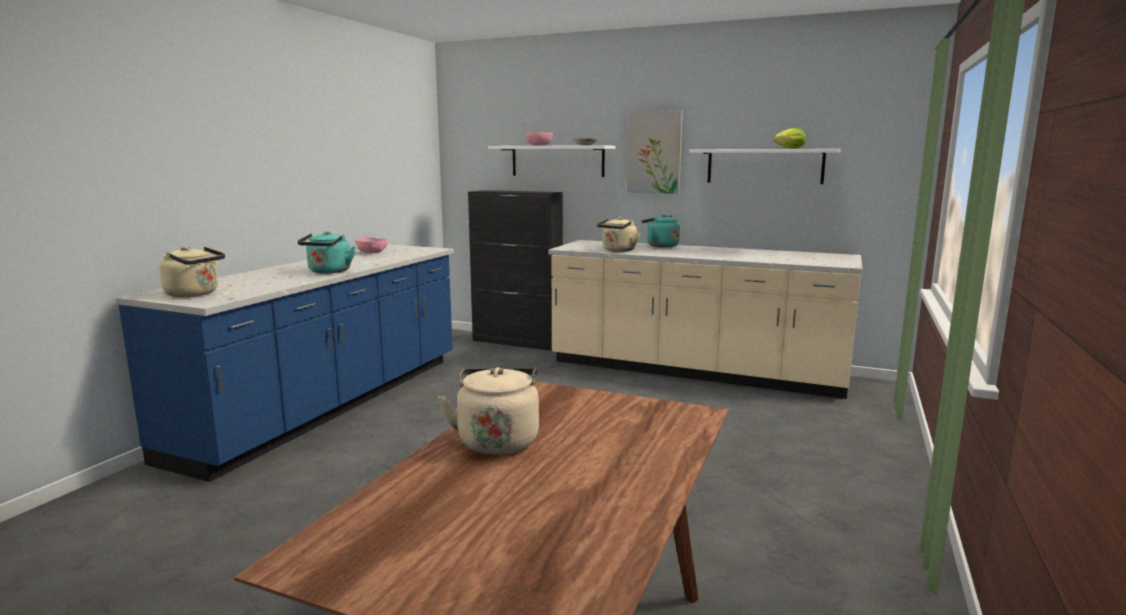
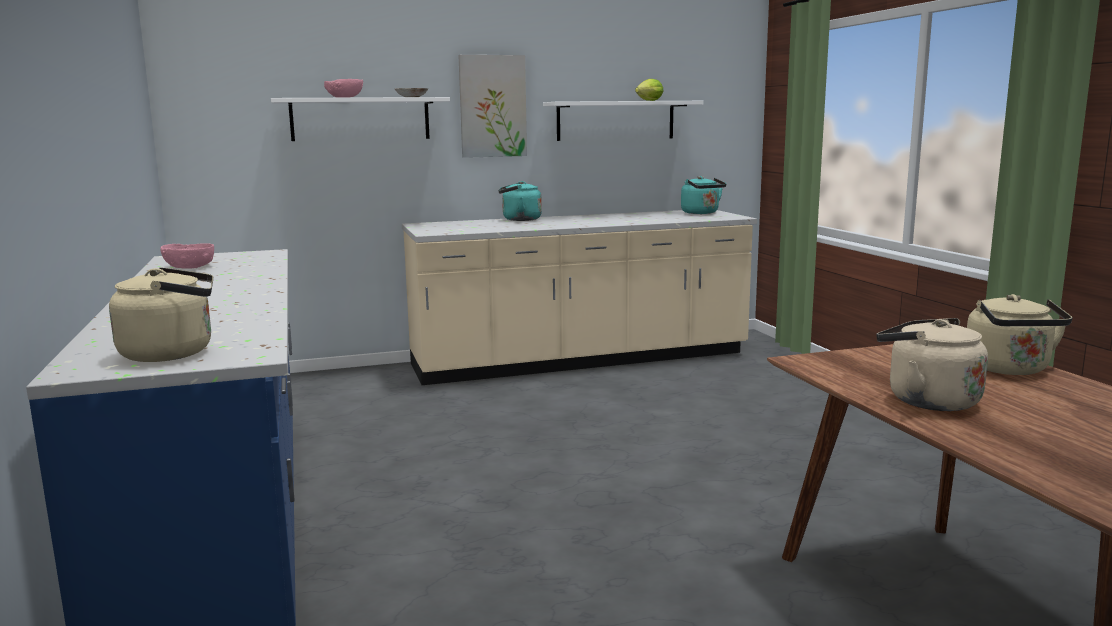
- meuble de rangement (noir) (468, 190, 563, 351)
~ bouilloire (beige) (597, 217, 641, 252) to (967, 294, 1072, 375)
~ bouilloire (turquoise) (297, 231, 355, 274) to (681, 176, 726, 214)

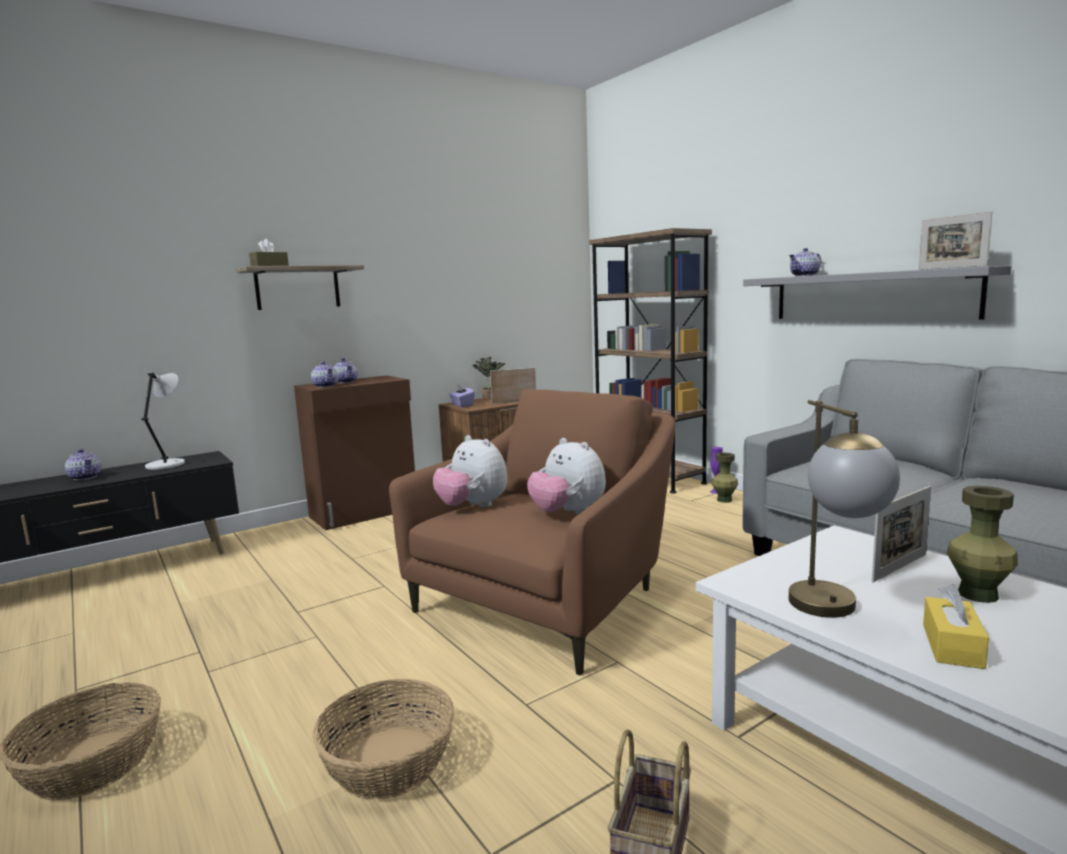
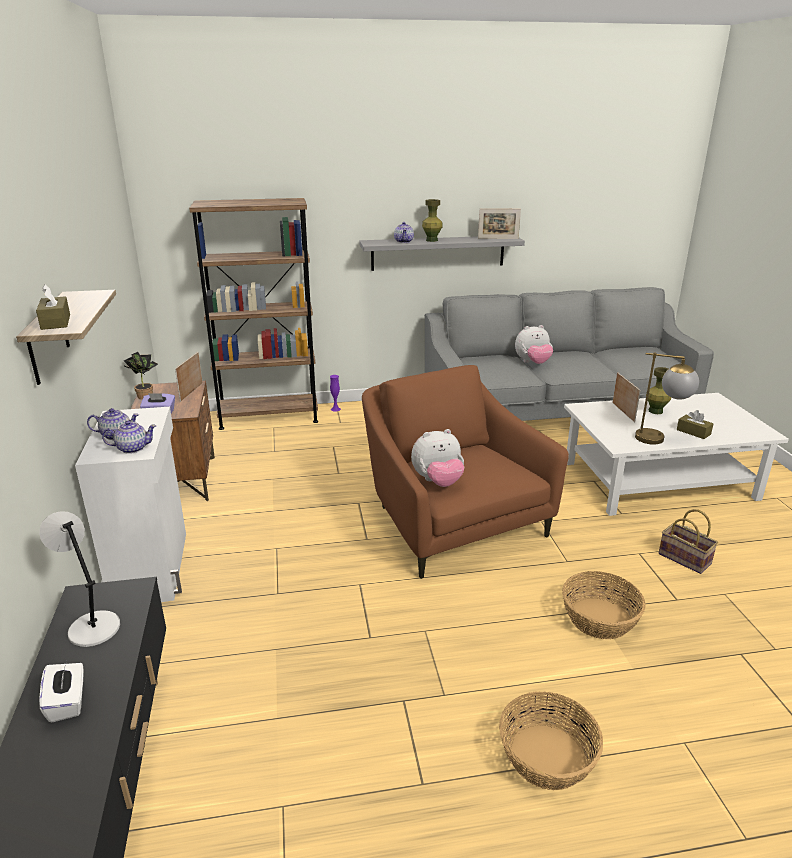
~ meuble de rangement (marron) (294, 375, 415, 530) to meuble de rangement (blanc) (75, 407, 186, 602)
~ peluche (527, 438, 606, 515) to (515, 325, 553, 364)
~ théière (65, 449, 102, 480) to boîte à mouchoirs (blanc) (39, 663, 84, 723)
~ vase (vert) (712, 453, 738, 503) to (422, 199, 443, 242)
~ boîte à mouchoirs (jaune) (923, 584, 989, 669) to boîte à mouchoirs (marron) (677, 410, 713, 439)

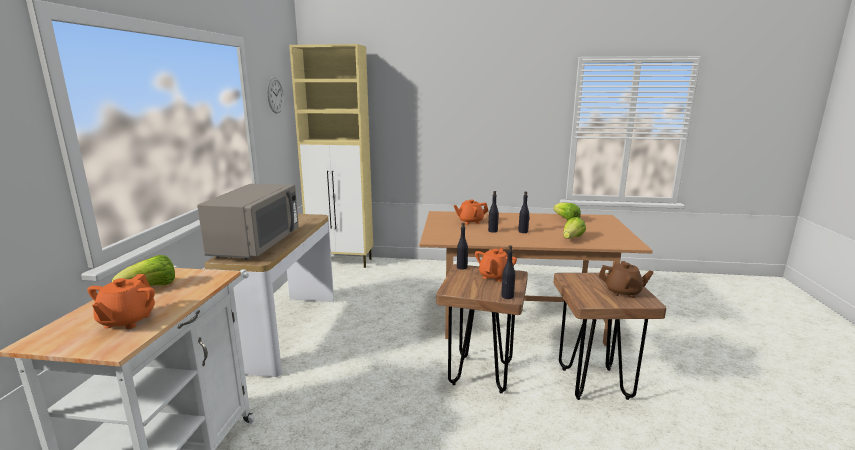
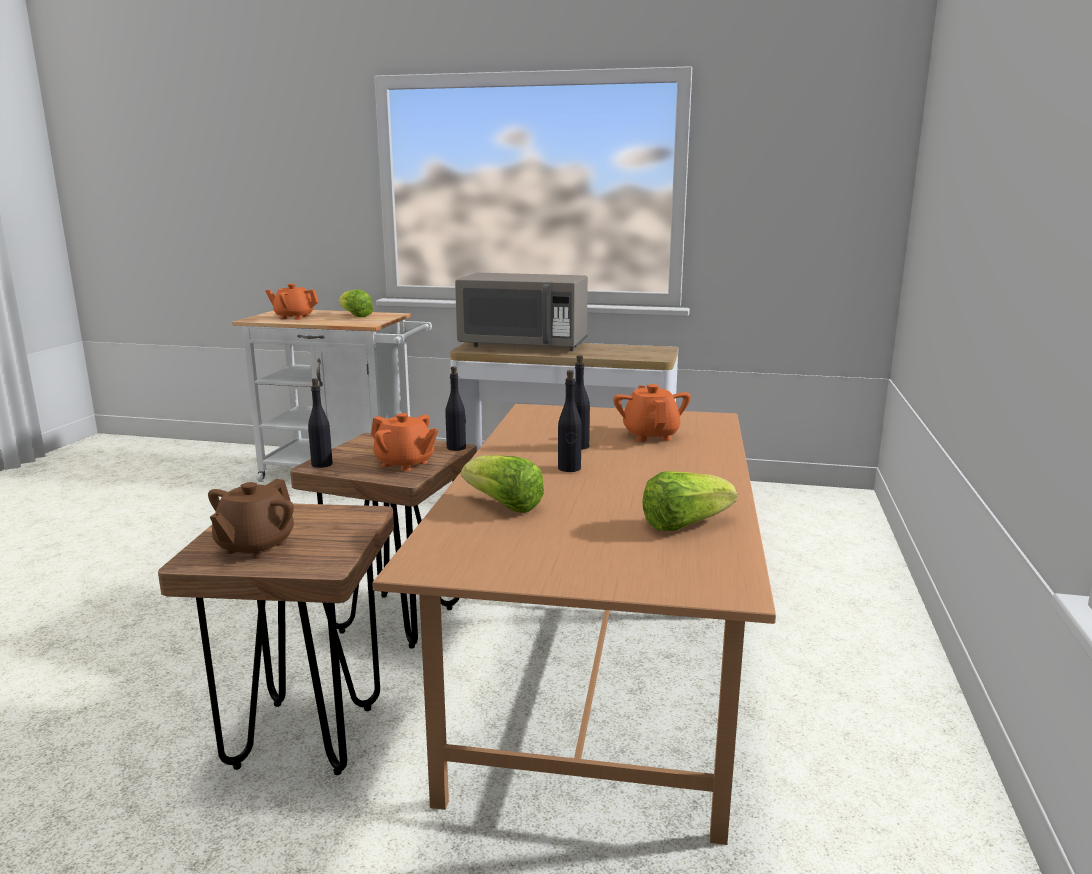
- meuble de rangement (beige) (289, 44, 373, 268)
- horloge murale (267, 77, 284, 113)

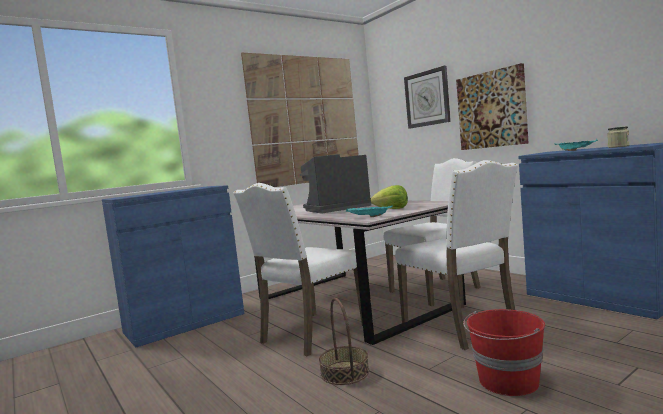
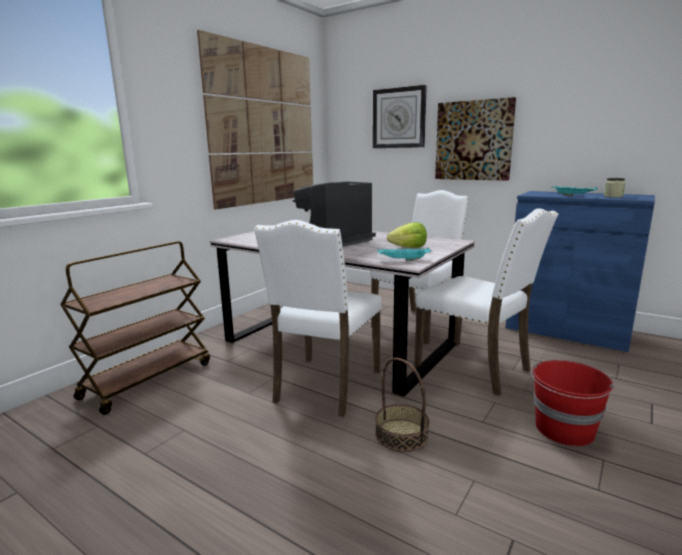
~ meuble de rangement (bleu) (102, 185, 245, 348) to chariot (marron) (60, 241, 210, 415)

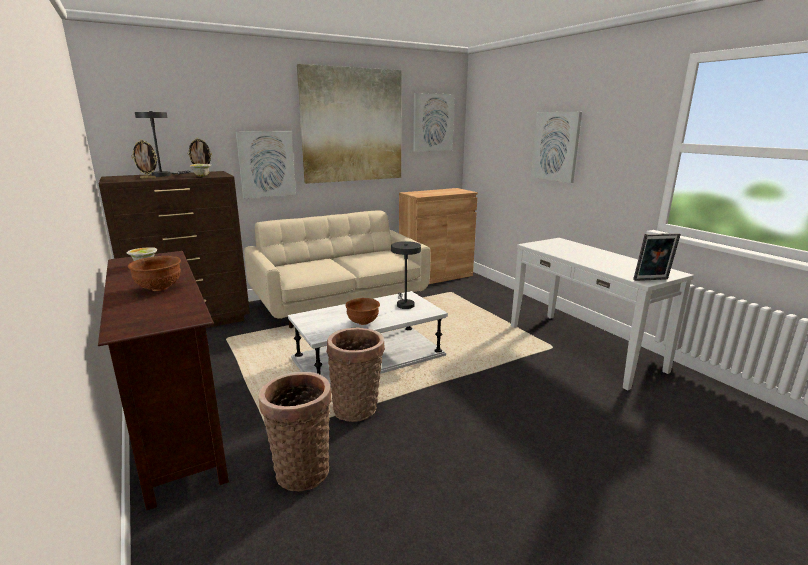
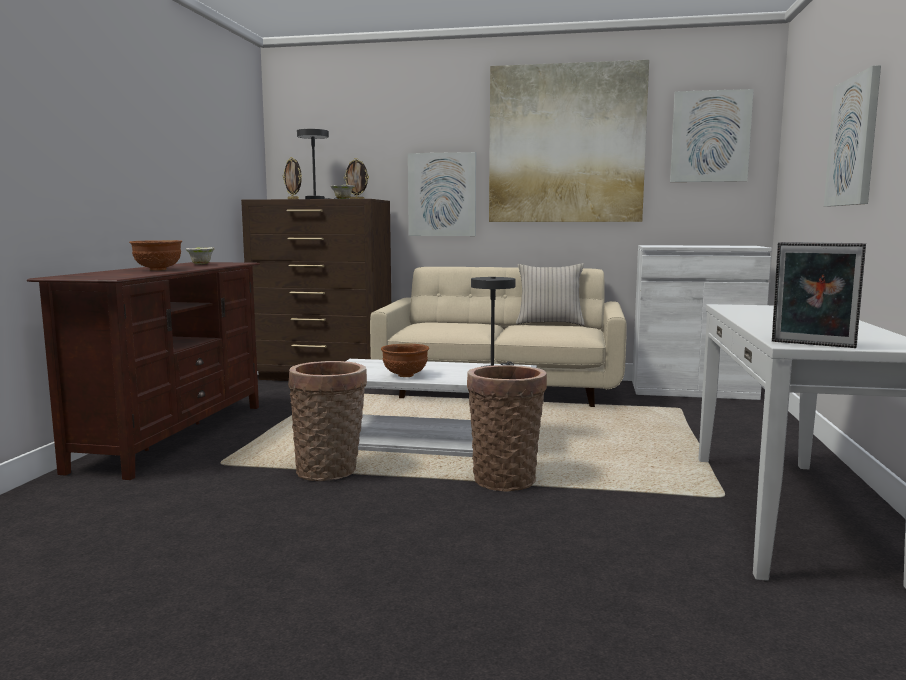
~ meuble de rangement (marron) (399, 188, 478, 284) to meuble de rangement (blanc) (632, 245, 772, 400)
~ panier (259, 372, 332, 492) to (467, 365, 547, 491)
+ coussin (beige) (516, 263, 585, 326)

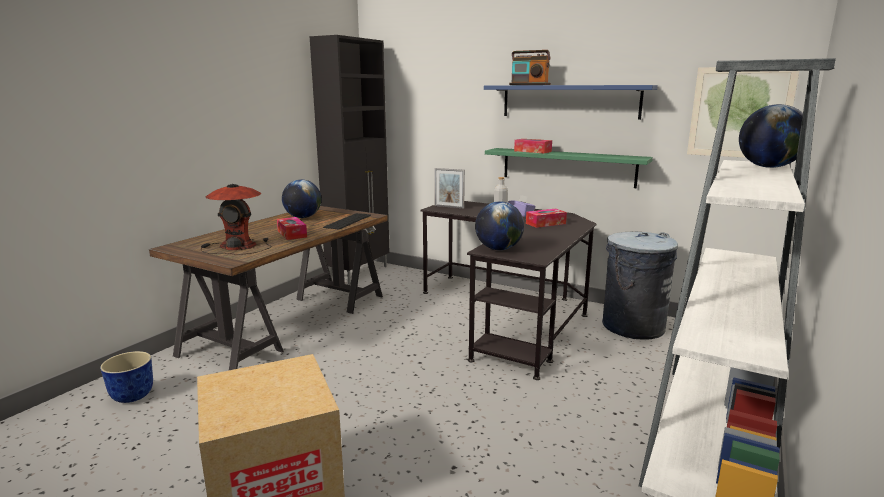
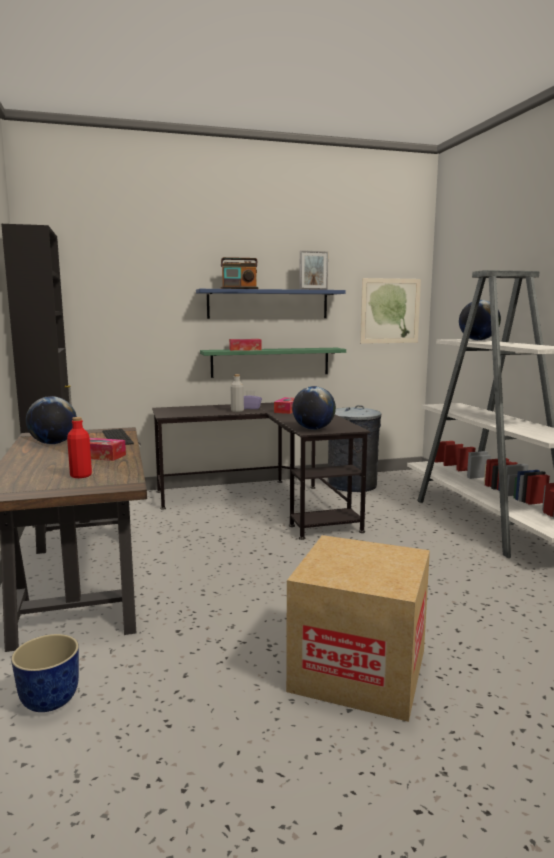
~ cadre photo (434, 168, 465, 209) to (299, 250, 328, 290)
~ lampe de table (201, 184, 272, 255) to bouteille (rouge) (67, 417, 92, 478)

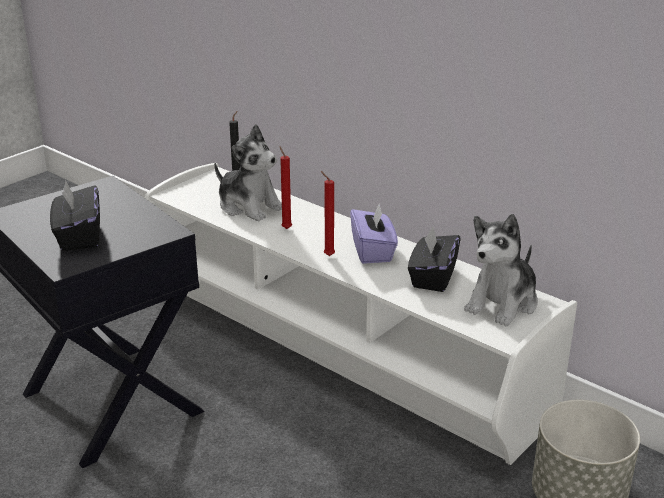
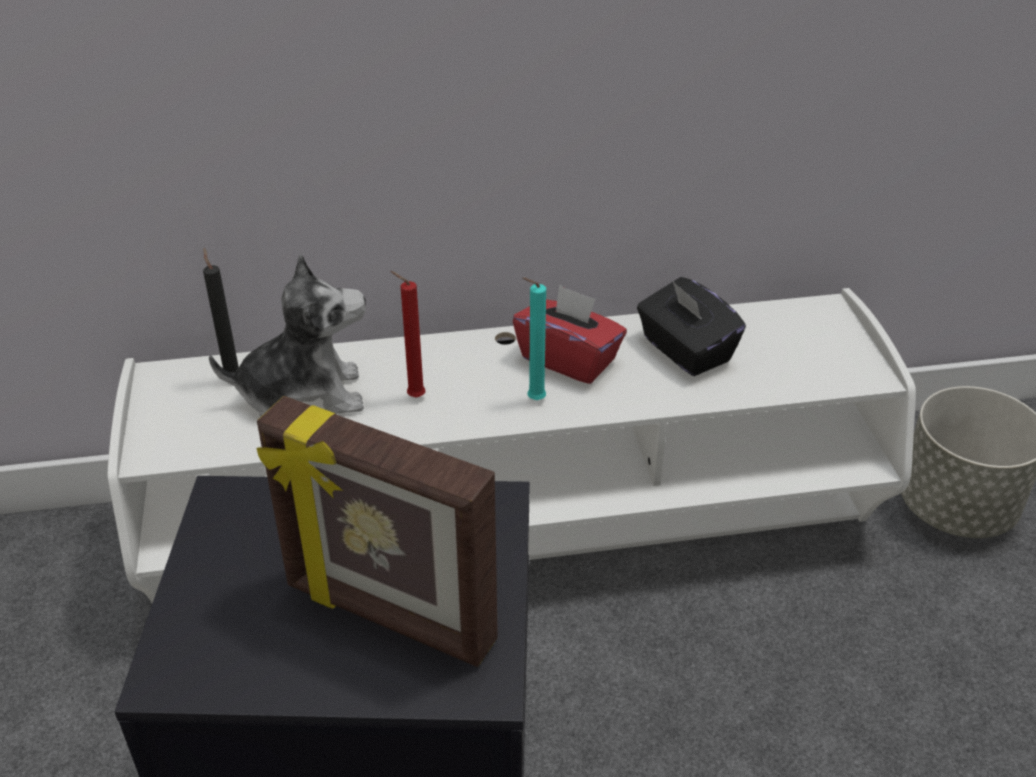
~ bougie (rouge) (321, 171, 335, 256) to bougie (turquoise) (522, 277, 546, 400)
~ boîte à mouchoirs (noir) (50, 180, 100, 251) to cadre photo (256, 396, 498, 667)
~ boîte à mouchoirs (violet) (350, 202, 398, 264) to boîte à mouchoirs (rouge) (513, 284, 627, 384)
- peluche (464, 214, 538, 326)

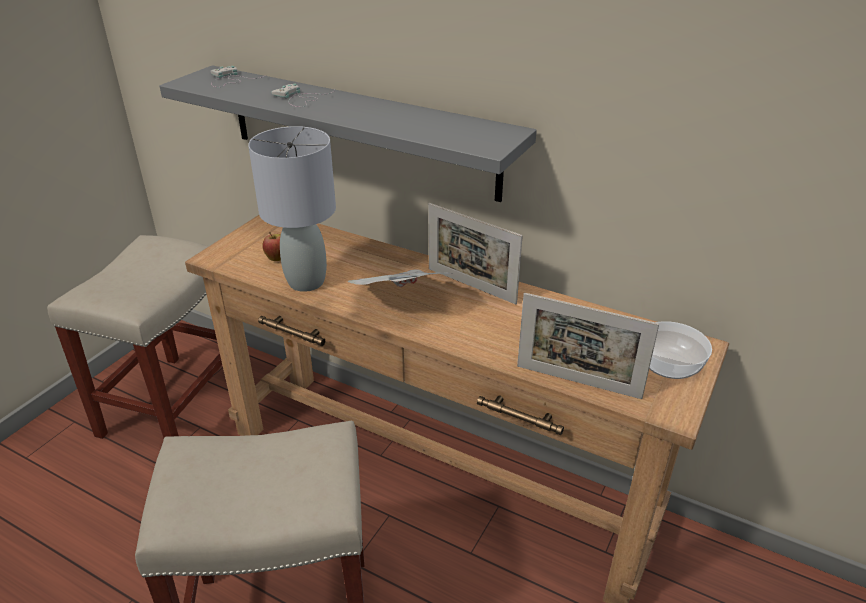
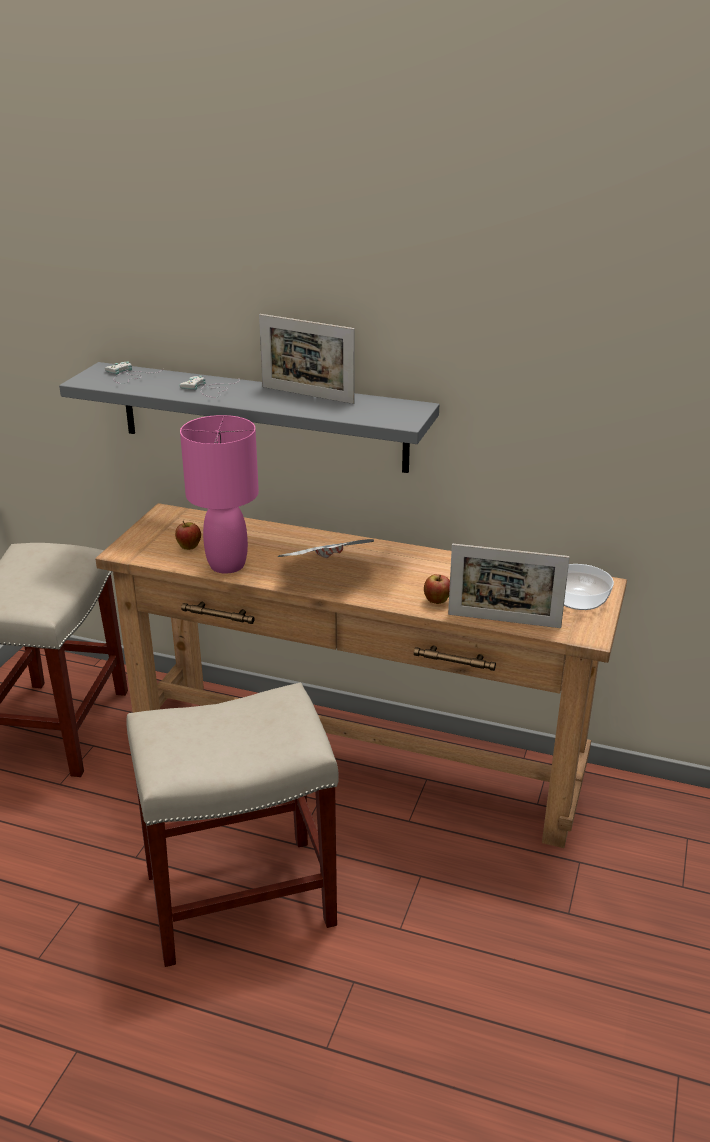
~ lampe de table (gris) (248, 126, 336, 292) to lampe de table (rose) (180, 415, 259, 574)
~ cadre photo (428, 203, 523, 304) to (259, 314, 355, 404)
+ pomme (424, 574, 450, 604)

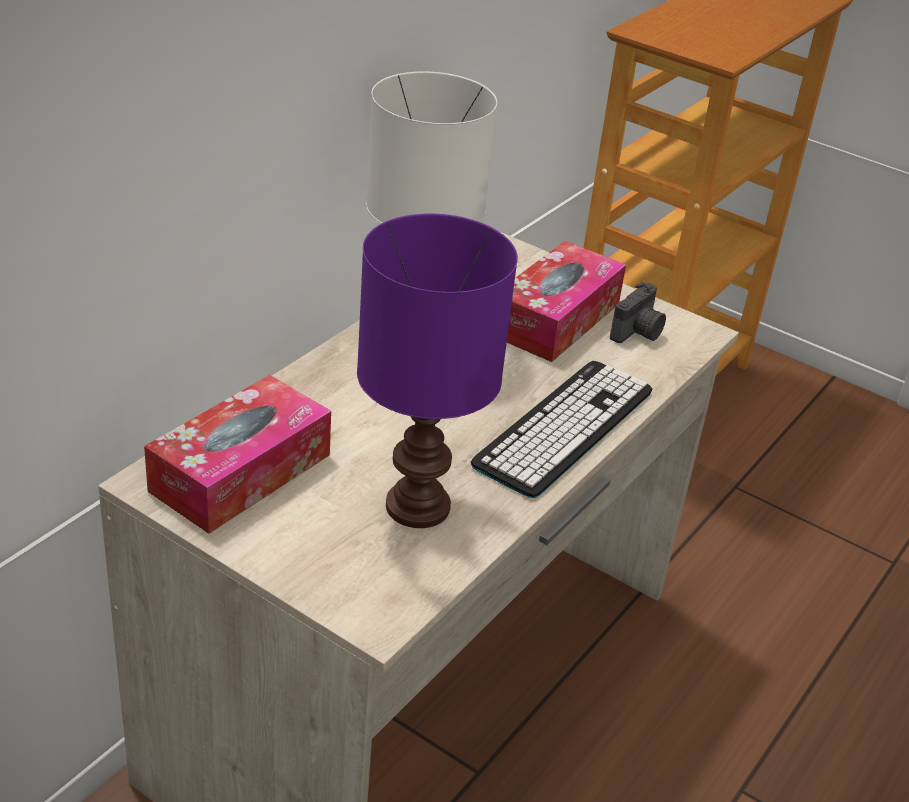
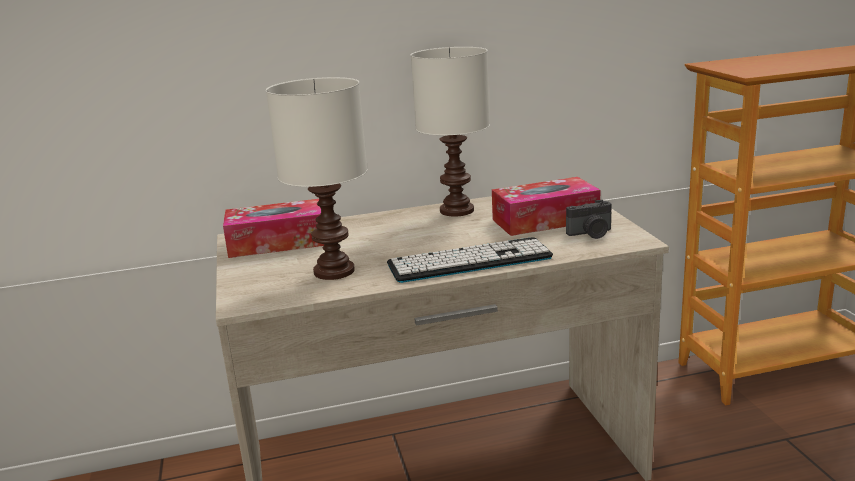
~ lampe de table (violet) (357, 213, 518, 528) to lampe de table (blanc) (266, 77, 367, 280)

